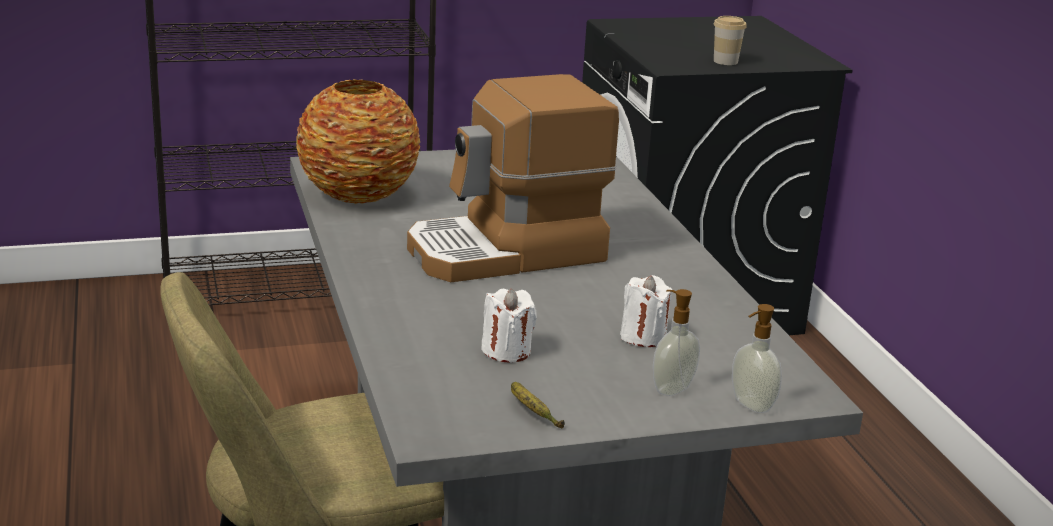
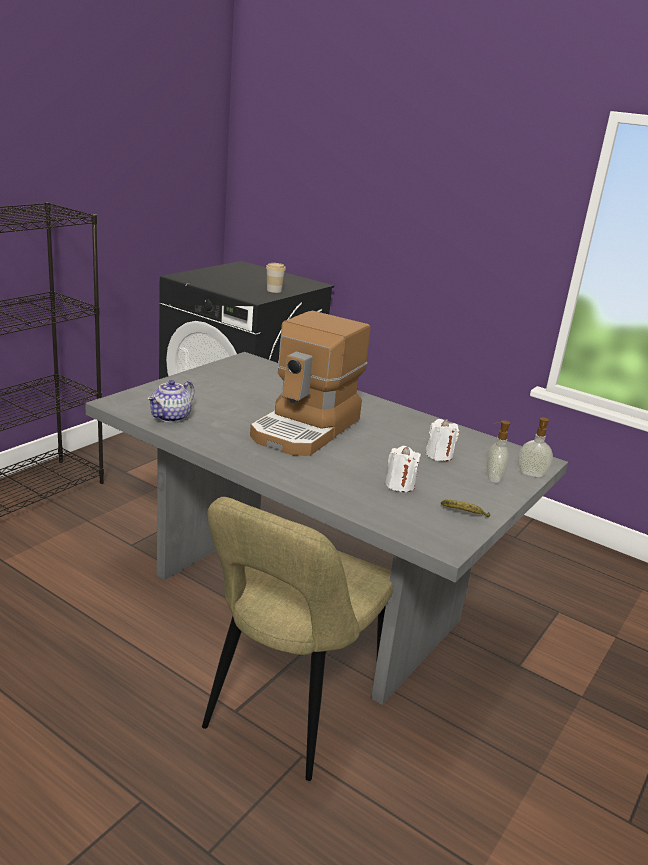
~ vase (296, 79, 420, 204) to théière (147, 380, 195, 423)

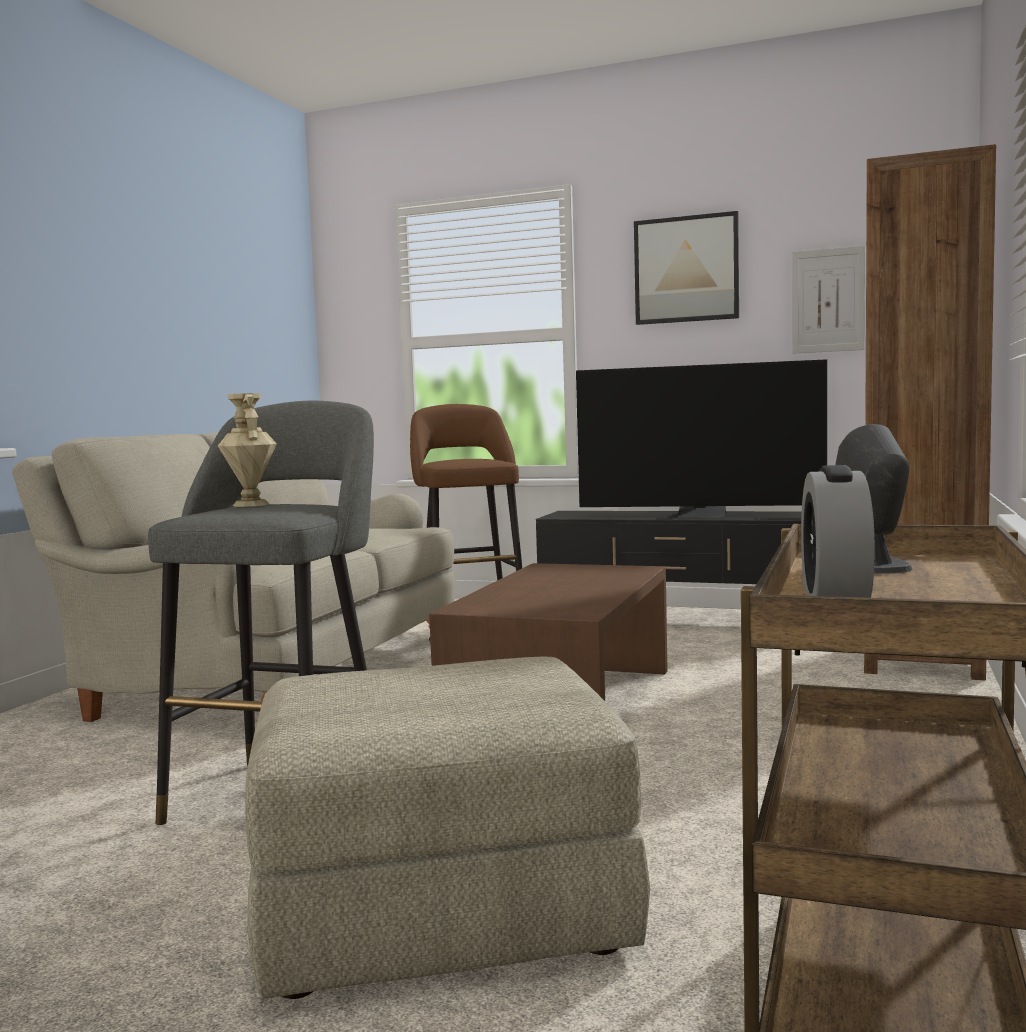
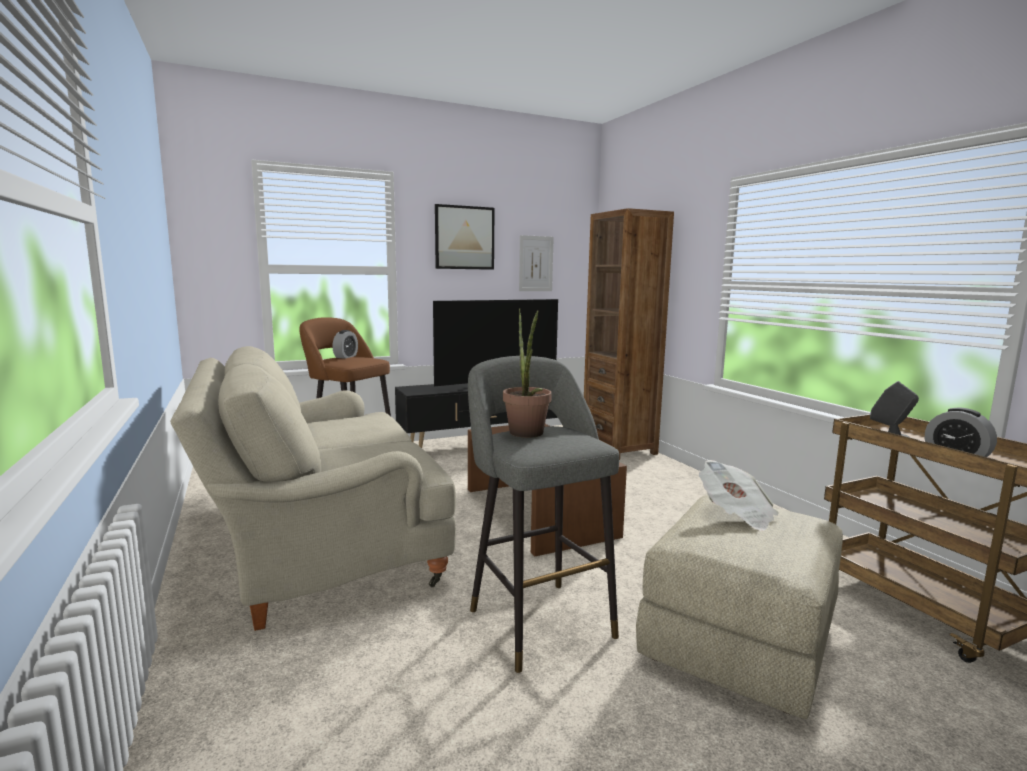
~ vase (beige) (218, 393, 277, 507) to plante en pot (503, 308, 552, 438)
+ réveil (332, 330, 358, 359)
+ journal (699, 460, 779, 531)

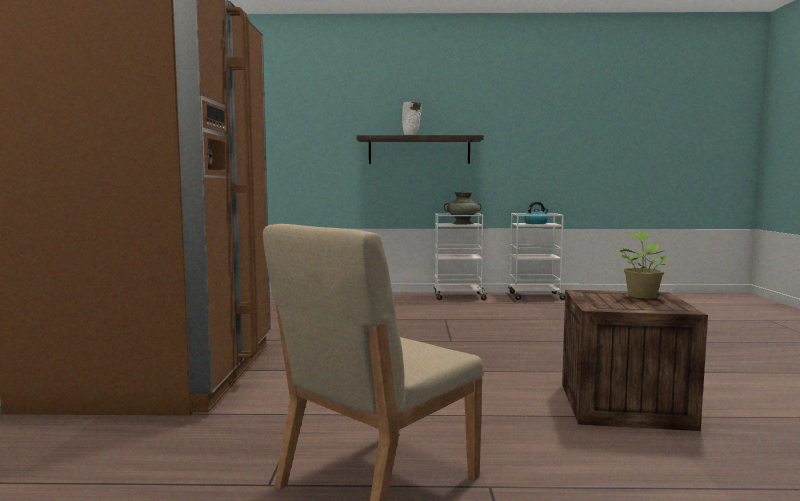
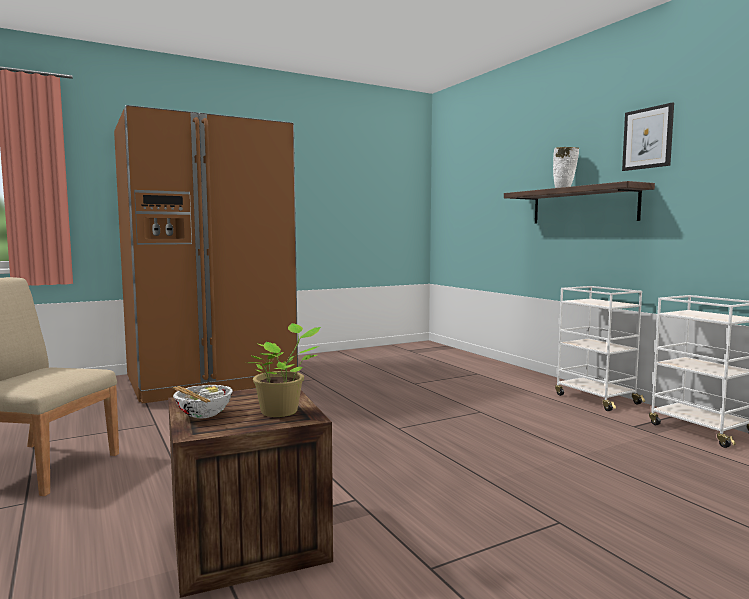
- vase (turquoise) (444, 190, 482, 225)
- bouilloire (524, 202, 549, 224)
+ tableau (622, 102, 674, 171)
+ bol (173, 385, 233, 418)

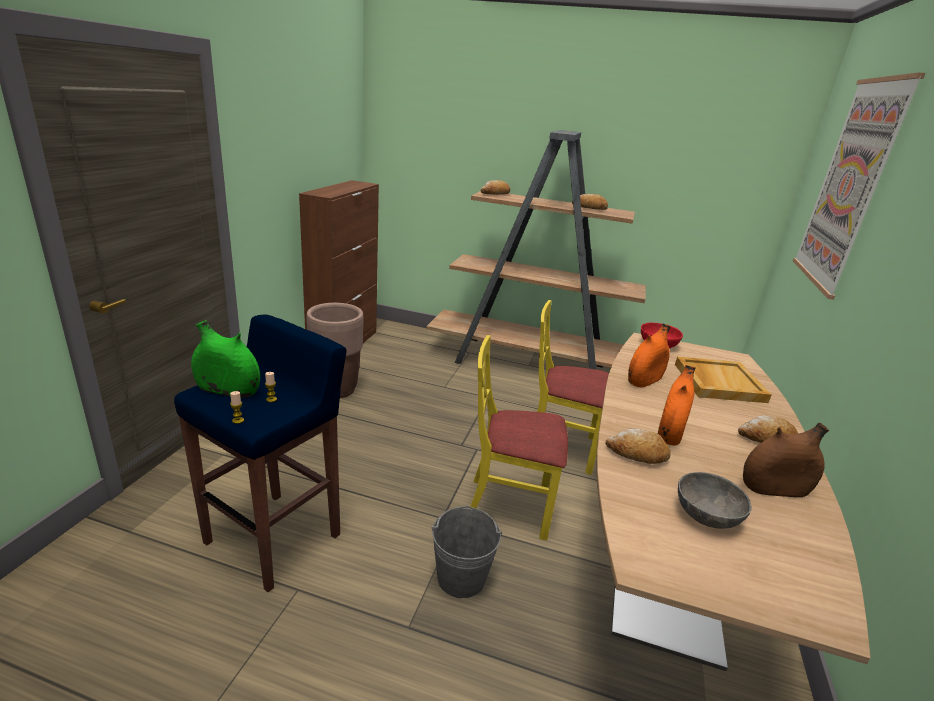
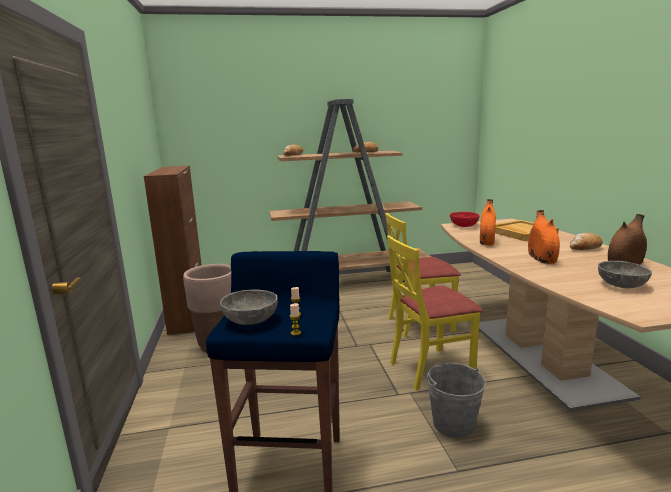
- tableau (793, 73, 926, 300)
~ vase (vert) (191, 320, 260, 398) to bol (gris) (220, 290, 278, 325)
- pain (605, 429, 670, 464)

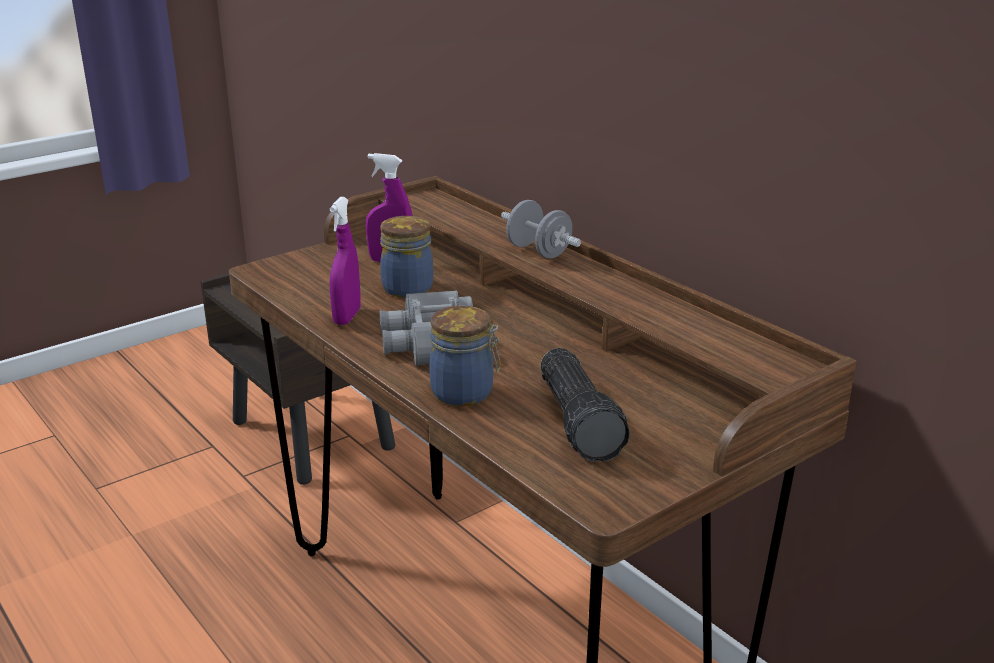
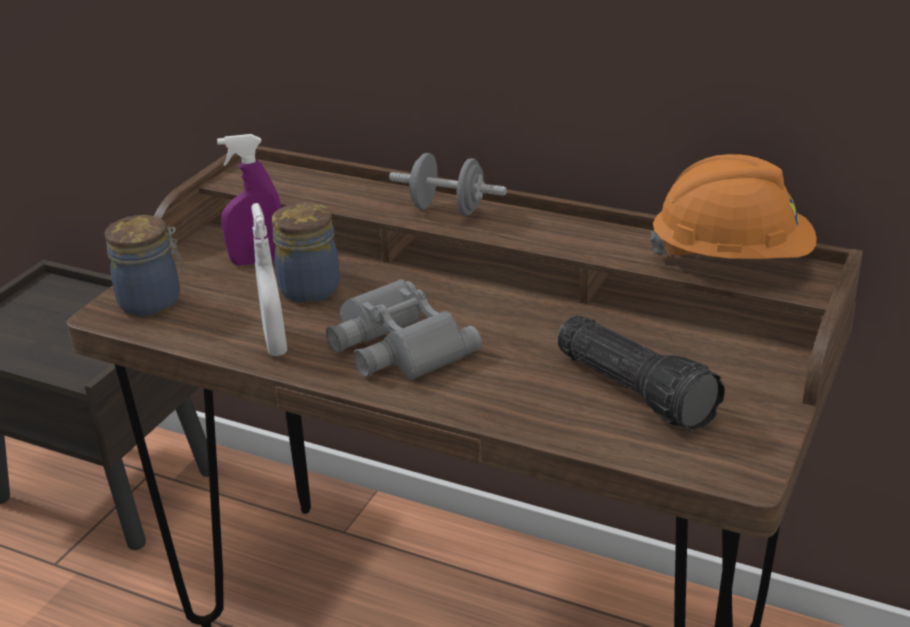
~ vaporisateur (violet) (330, 197, 361, 325) to vaporisateur (blanc) (251, 203, 287, 356)
~ bocal (430, 306, 501, 406) to (105, 215, 184, 317)
+ casque de chantier (orange) (650, 154, 817, 259)

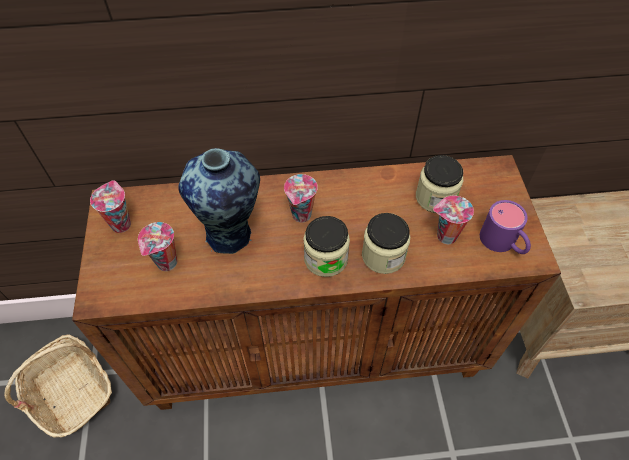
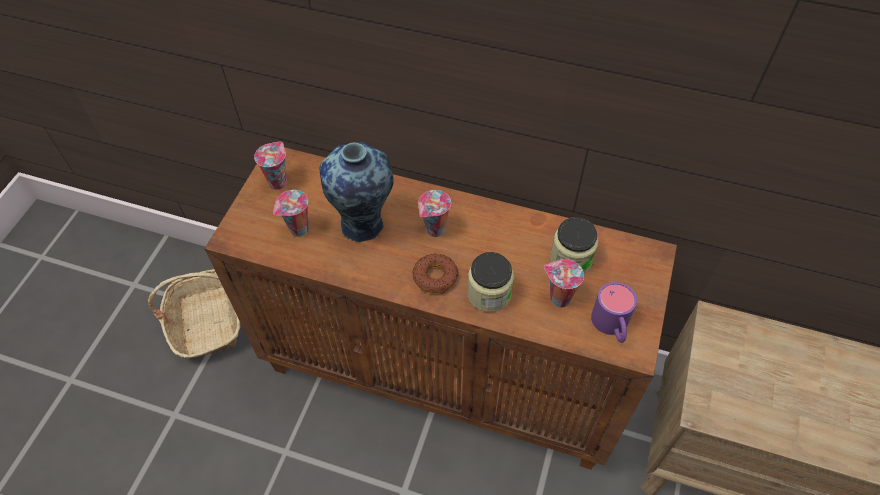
~ bocal (303, 216, 350, 277) to beignet (413, 254, 458, 294)

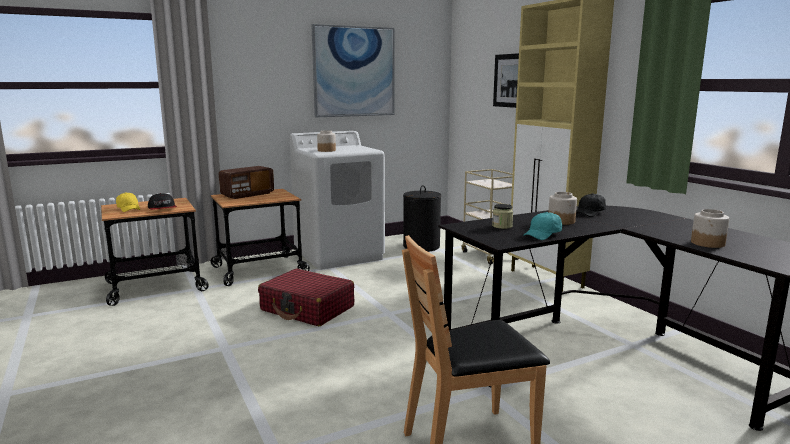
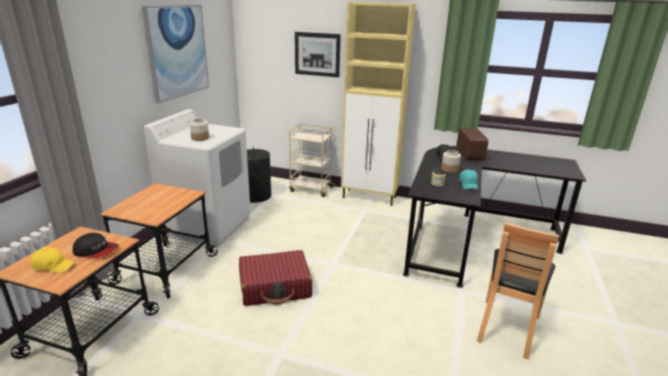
~ radio (219, 166, 274, 199) to (457, 128, 489, 161)
- bocal (691, 209, 729, 248)

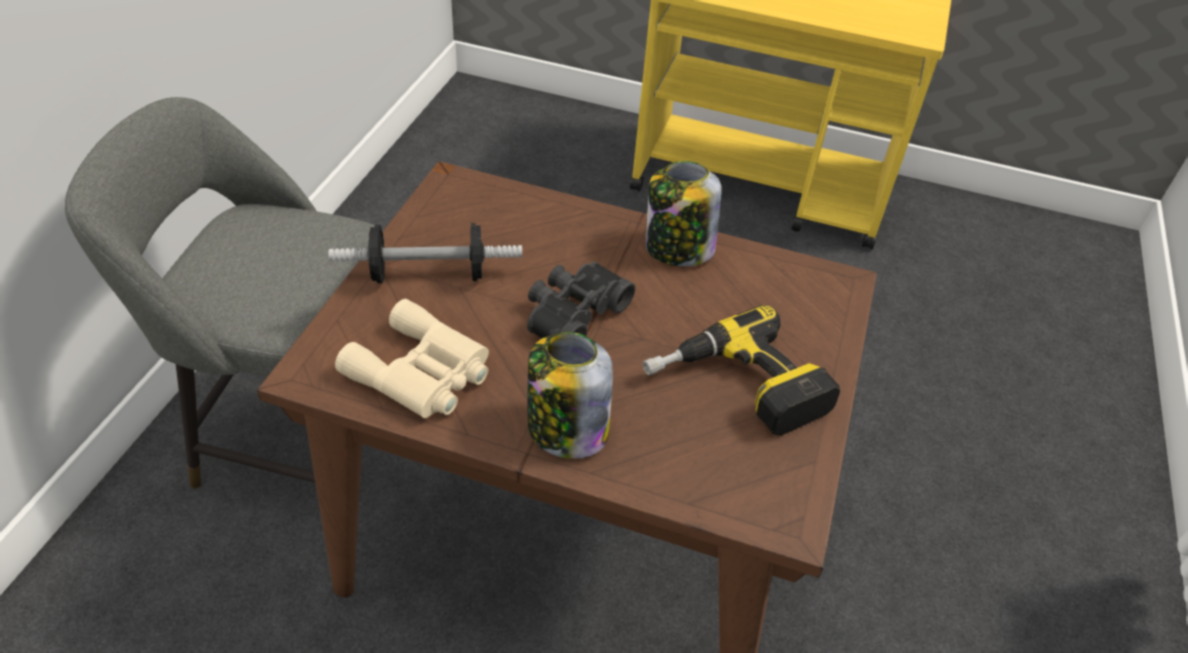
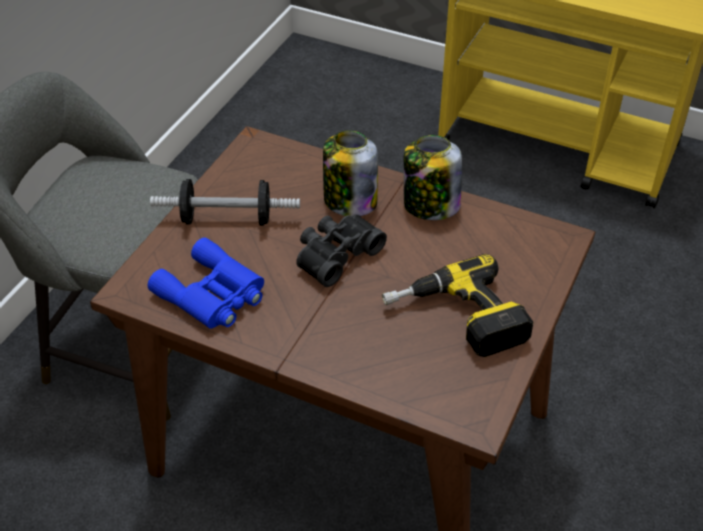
~ jumelles (beige) (335, 299, 489, 418) to jumelles (bleu) (148, 238, 264, 329)
~ bocal (528, 332, 613, 459) to (323, 130, 378, 216)

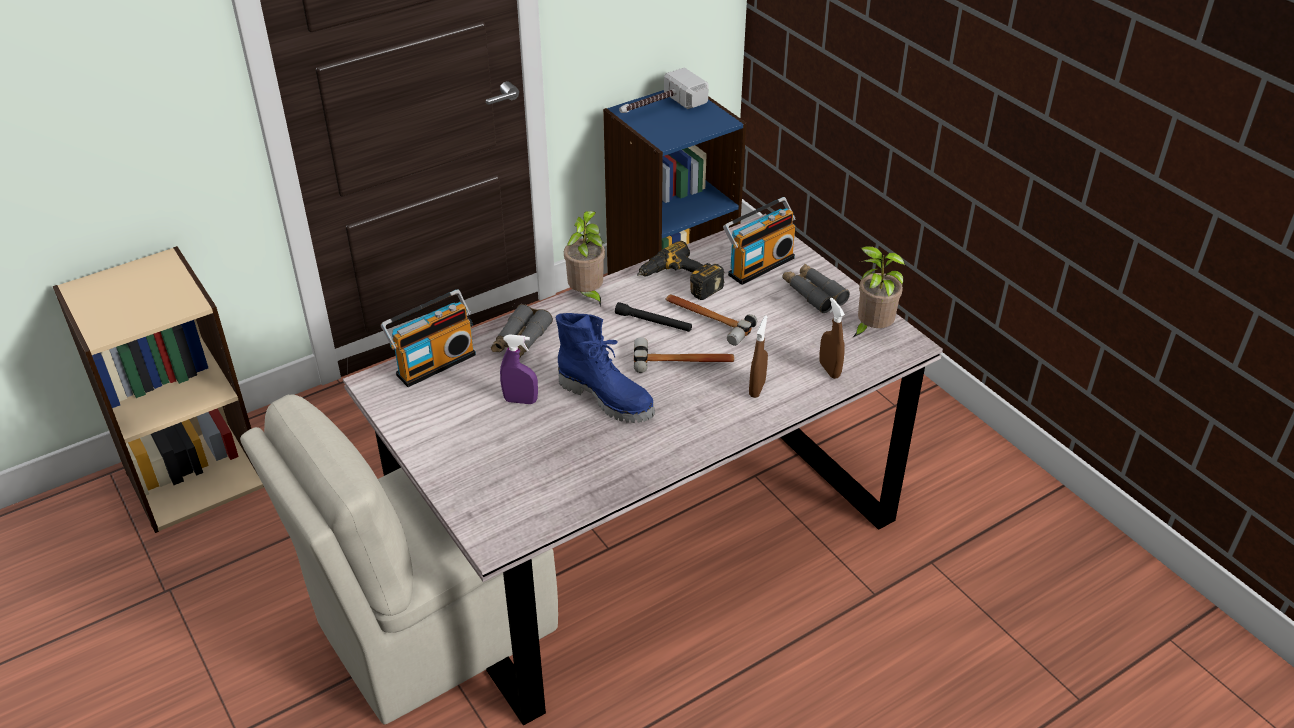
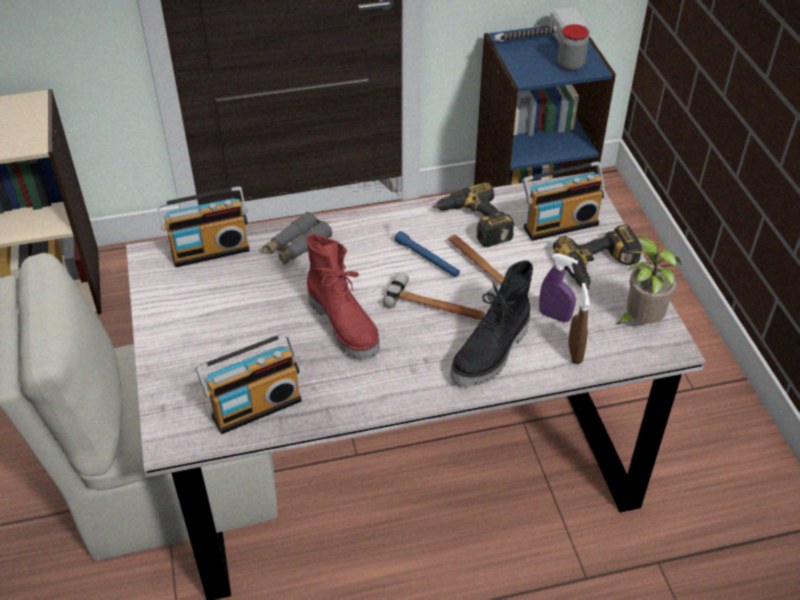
- plante en pot (564, 211, 605, 307)
~ jumelles (gris) (782, 263, 850, 313) to perceuse (553, 224, 642, 289)
~ lampe de poche (noir) (615, 302, 692, 332) to lampe de poche (bleu) (395, 231, 460, 277)
~ botte (bleu) (556, 313, 655, 423) to botte (rouge) (306, 234, 380, 360)
~ vaporisateur (marron) (749, 315, 768, 398) to botte (noir) (450, 261, 533, 386)
~ vaporisateur (violet) (500, 334, 538, 404) to (539, 253, 578, 322)
+ bocal (558, 24, 589, 71)
+ radio (196, 333, 302, 434)

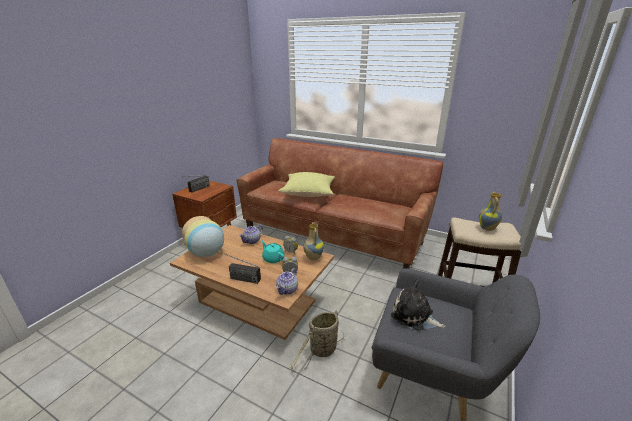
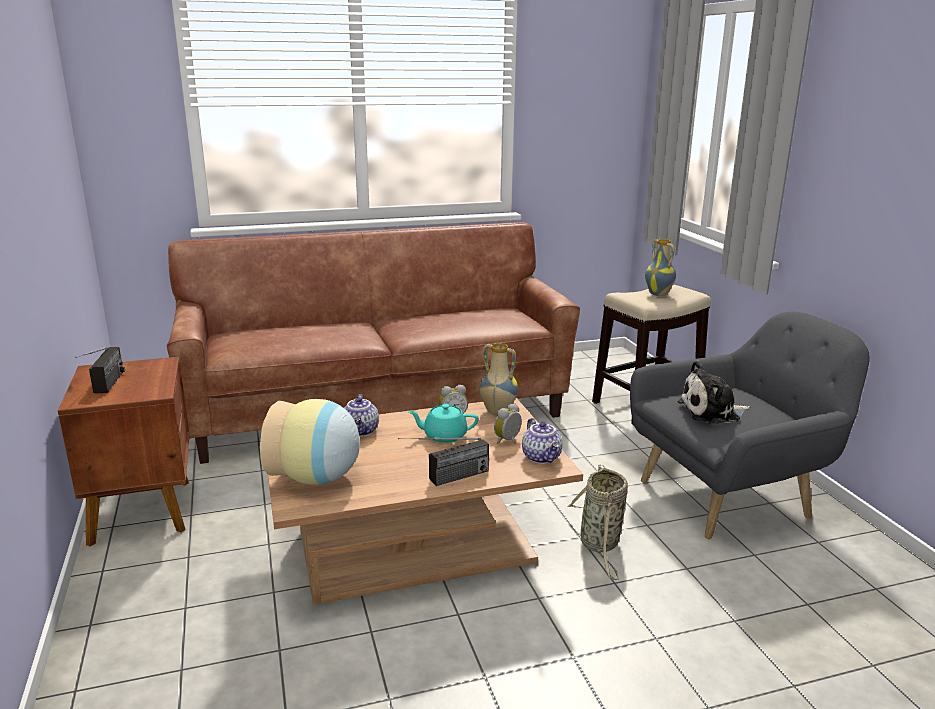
- coussin (jaune) (279, 172, 335, 197)

